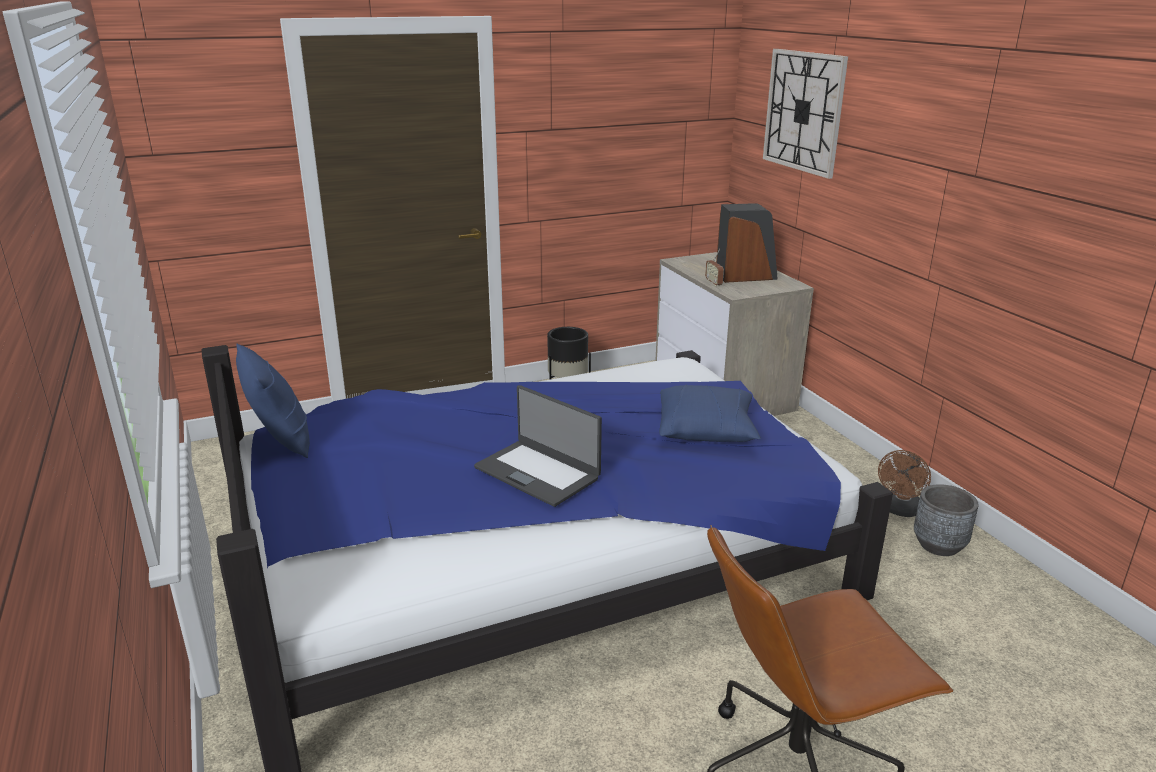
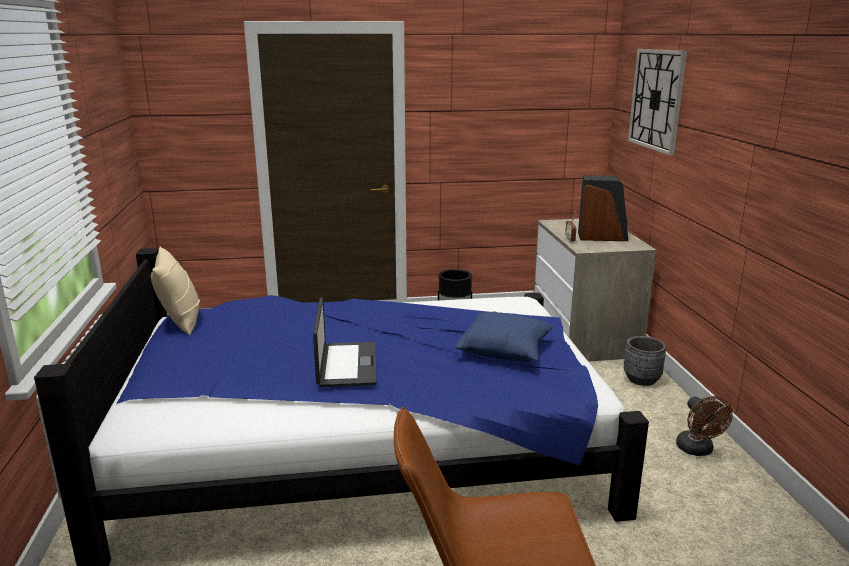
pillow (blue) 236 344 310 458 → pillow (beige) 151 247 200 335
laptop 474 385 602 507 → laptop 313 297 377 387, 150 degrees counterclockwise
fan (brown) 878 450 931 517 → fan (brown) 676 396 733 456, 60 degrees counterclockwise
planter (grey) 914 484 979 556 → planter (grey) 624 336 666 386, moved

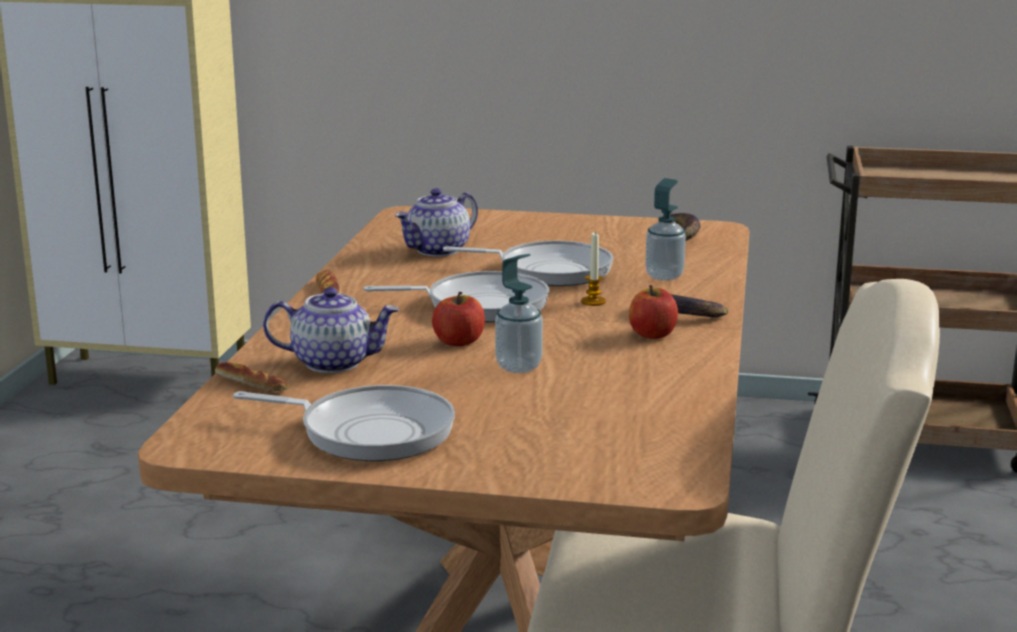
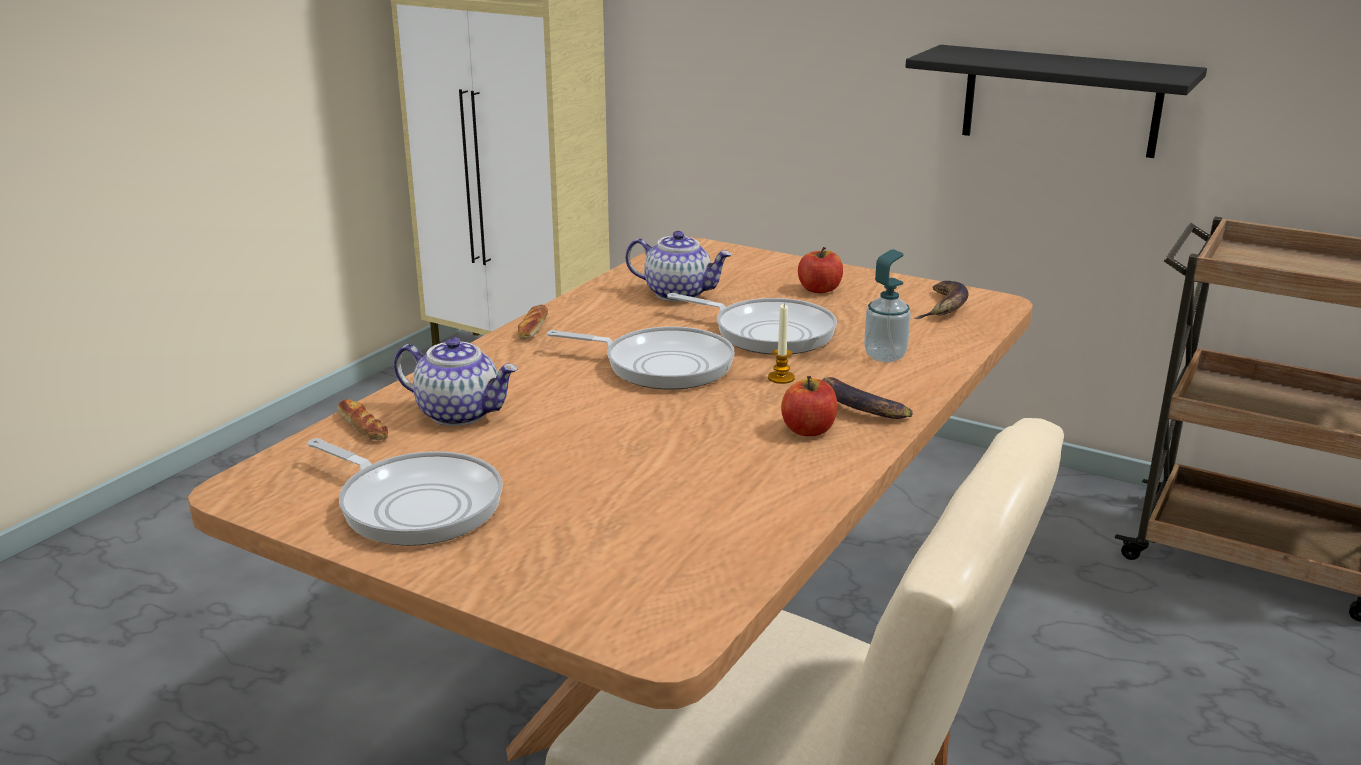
teapot 395 188 478 257 → teapot 625 231 732 302, 135 degrees counterclockwise
apple 432 292 485 346 → apple 798 247 843 293, moved
soap dispenser 495 254 543 373 → -
- → shelf (black) 905 45 1207 158

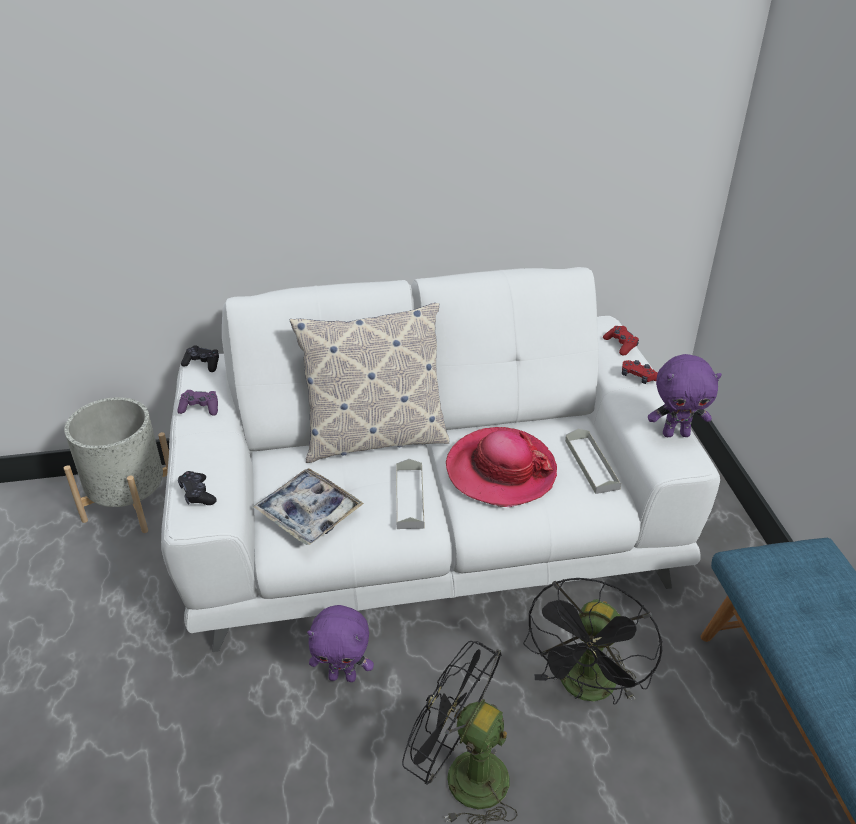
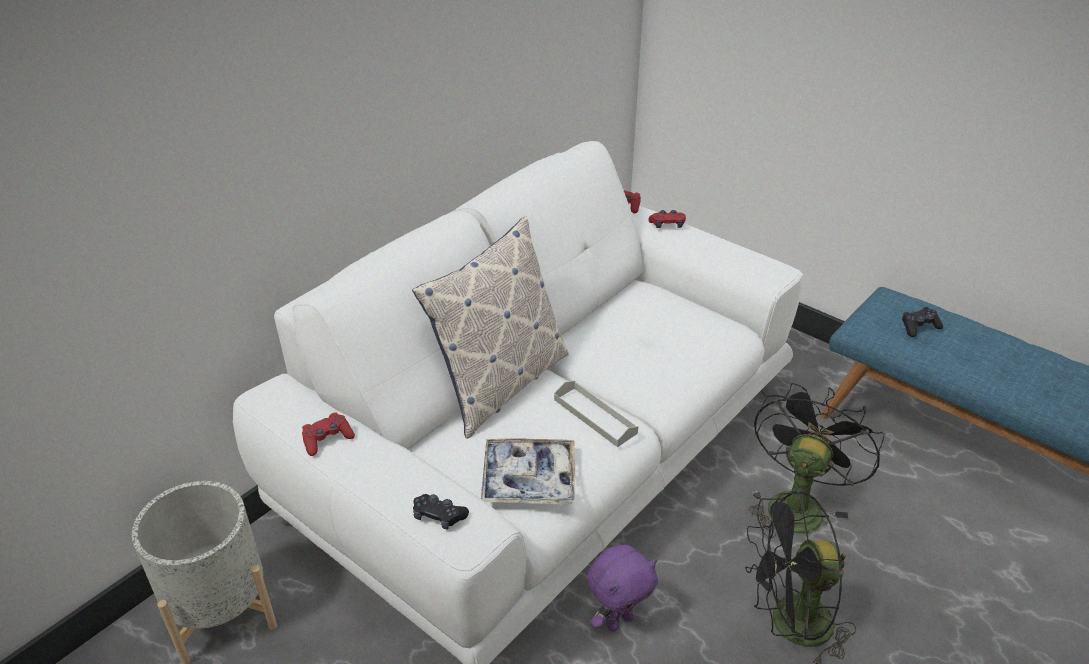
game controller (purple) 177 390 218 416 → game controller (red) 302 413 355 456
game controller (black) 181 345 219 372 → game controller (black) 902 307 943 337, moved
hat 446 427 557 507 → -
fan (black) 523 578 662 704 → fan (black) 749 383 884 538, 135 degrees counterclockwise
tray (grey) 565 428 621 494 → -
plush toy (purple) 648 354 722 437 → -

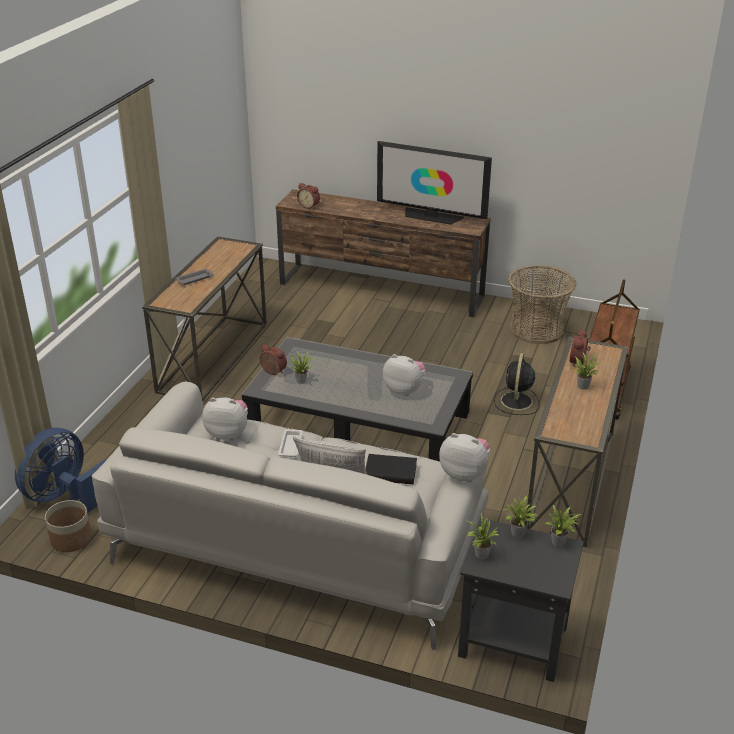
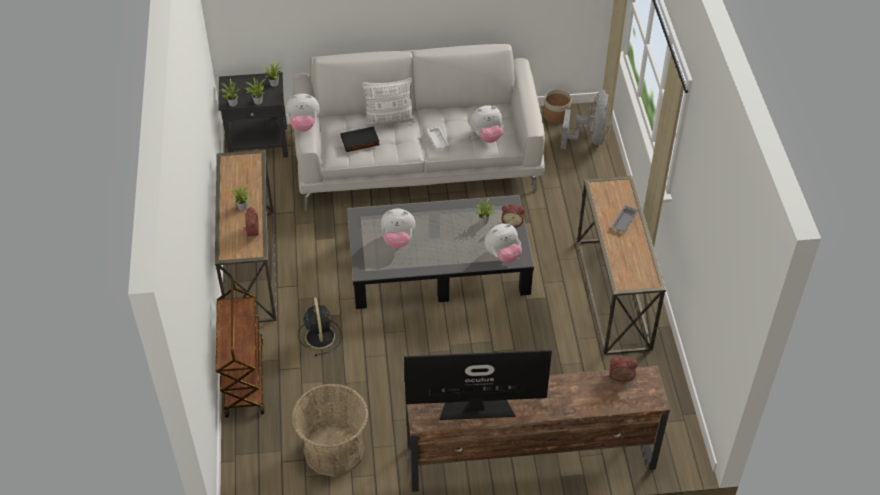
fan (blue) 15 428 106 513 → fan (grey) 561 90 613 149
- → plush toy 484 224 522 263

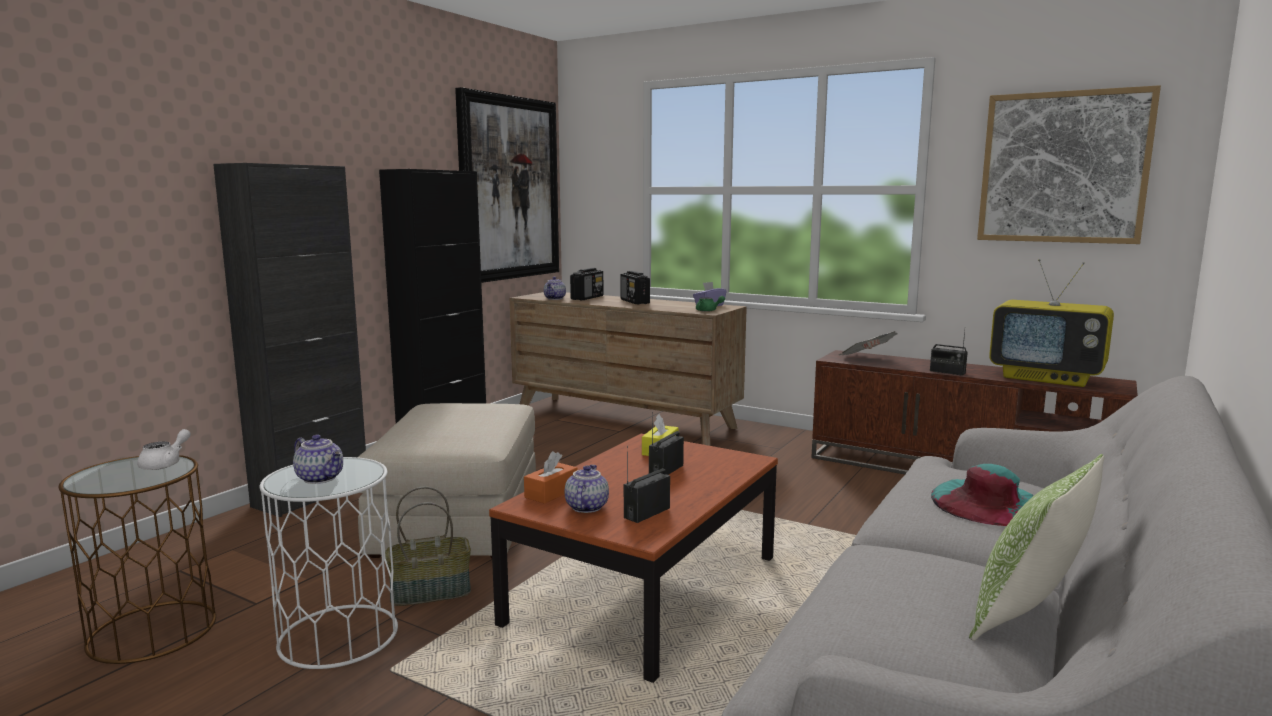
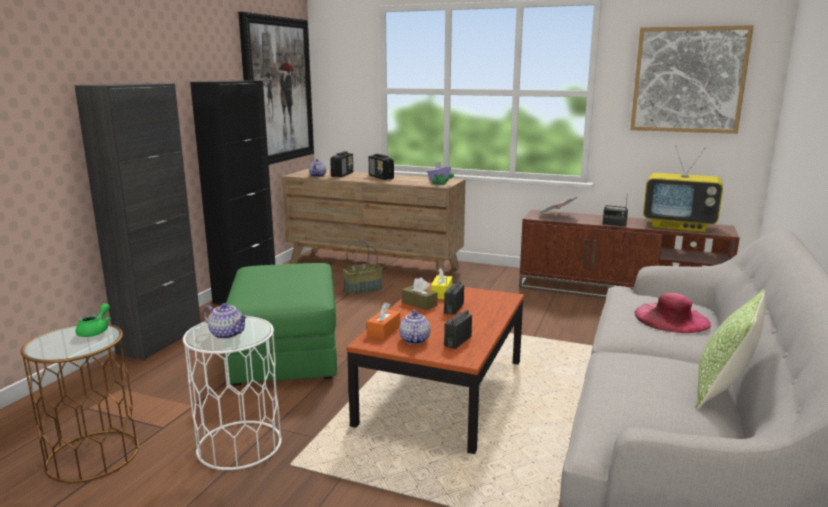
teapot (white) 137 429 191 470 → teapot (green) 75 303 111 337
ottoman (beige) 358 403 536 558 → ottoman (green) 224 263 337 386
basket 385 486 471 606 → basket 343 240 383 295, moved
hat (turquoise) 931 464 1033 526 → hat (pink) 634 293 711 333
- → tissue box (brown) 402 277 438 310

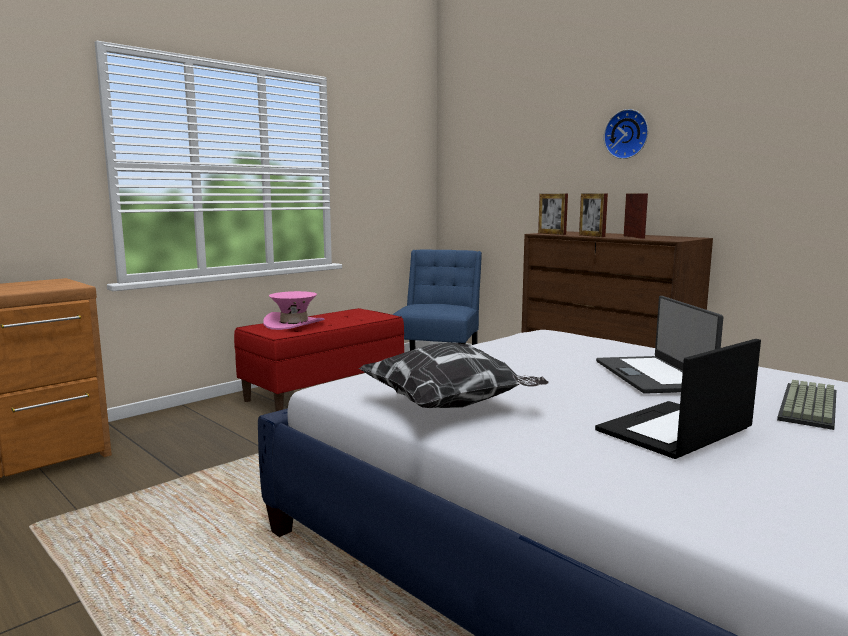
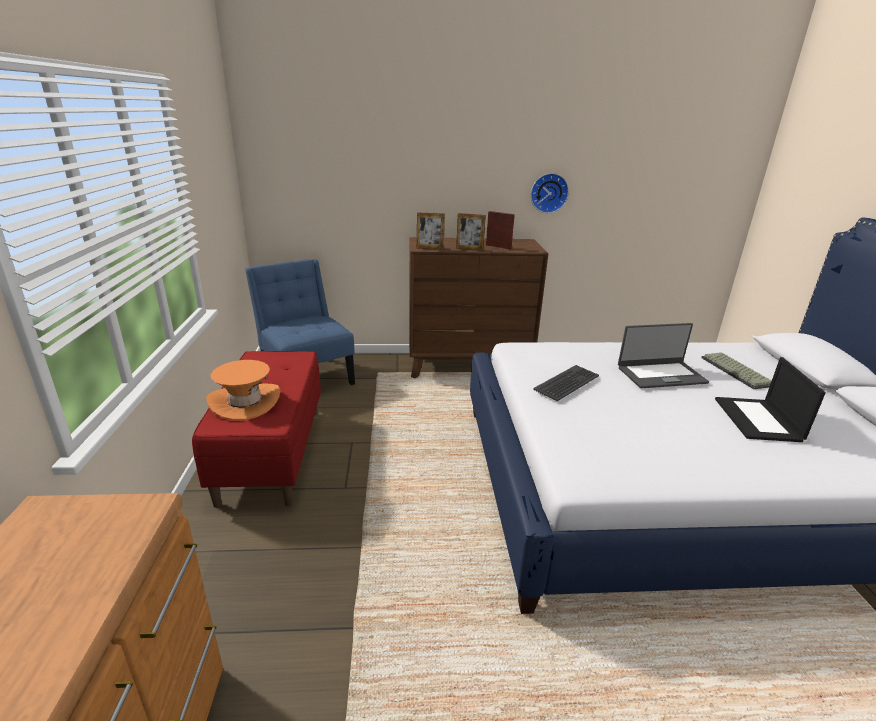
hat (pink) 263 291 325 330 → hat (orange) 206 360 280 421
pillow 358 342 549 408 → -
laptop 596 296 723 394 → laptop 618 323 709 388, 45 degrees counterclockwise
wall clock 604 109 648 159 → wall clock 531 173 569 213, moved
- → keyboard 533 365 599 401

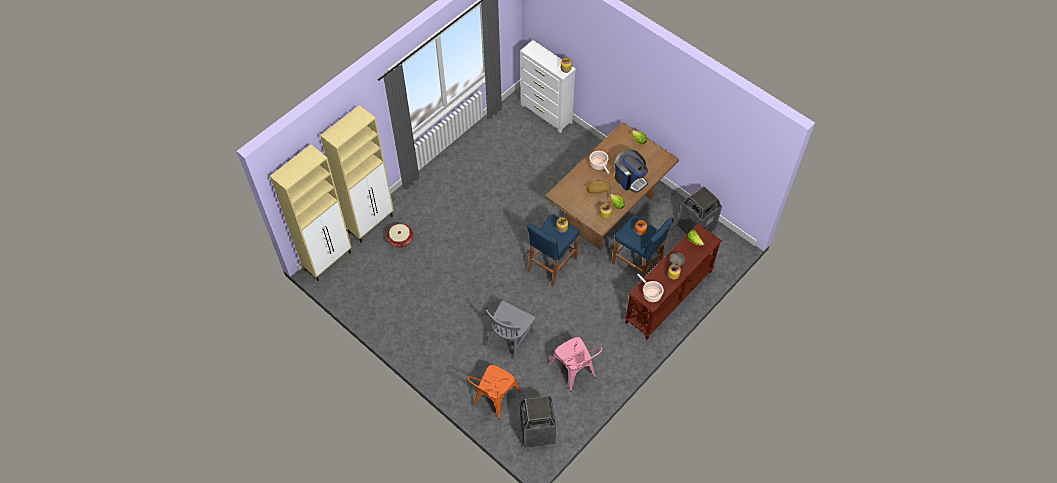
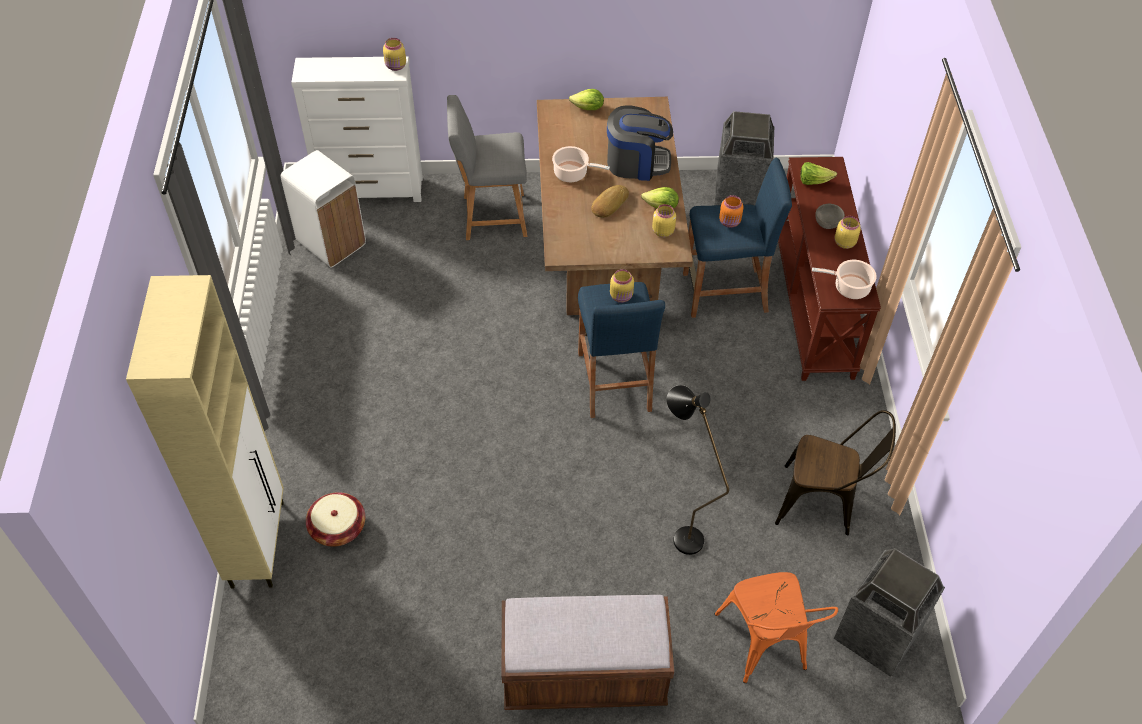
cabinet (beige) 270 145 352 281 → -
chair (grey) 485 301 536 362 → floor lamp (black) 666 385 729 555
chair (pink) 548 337 602 391 → chair (brown) 775 410 896 535
- → trash can (white) 281 150 366 267
- → stool (grey) 447 95 527 240
- → bench (brown) 502 595 674 710

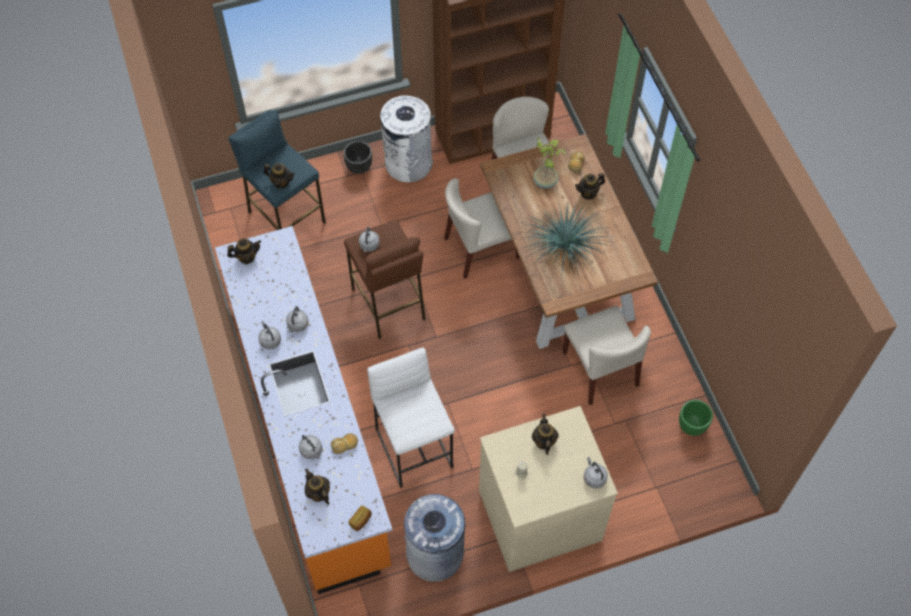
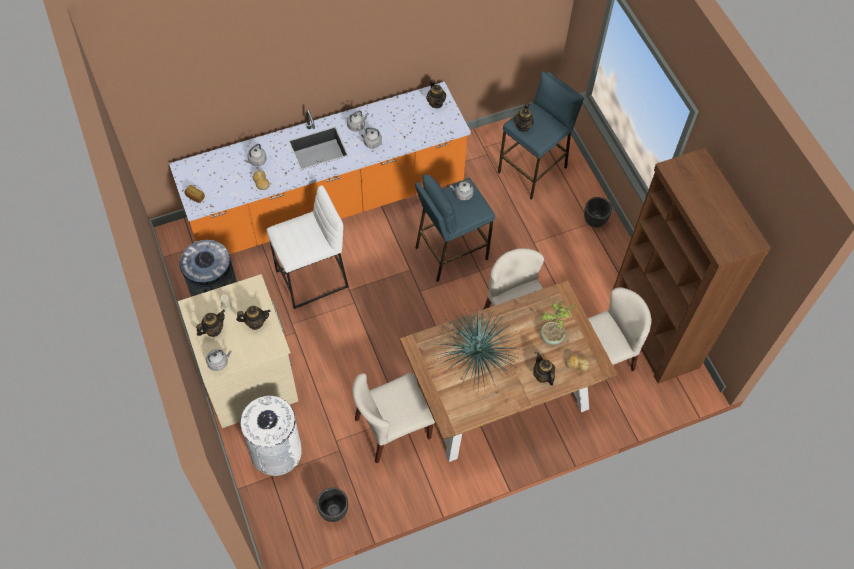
teapot 305 469 330 504 → teapot 196 310 225 337, moved
stool (brown) 344 219 426 339 → stool (blue) 415 174 495 282
trash can (white) 380 96 433 182 → trash can (white) 240 396 302 476, moved
planter (green) 679 400 713 436 → planter (black) 317 487 348 522

